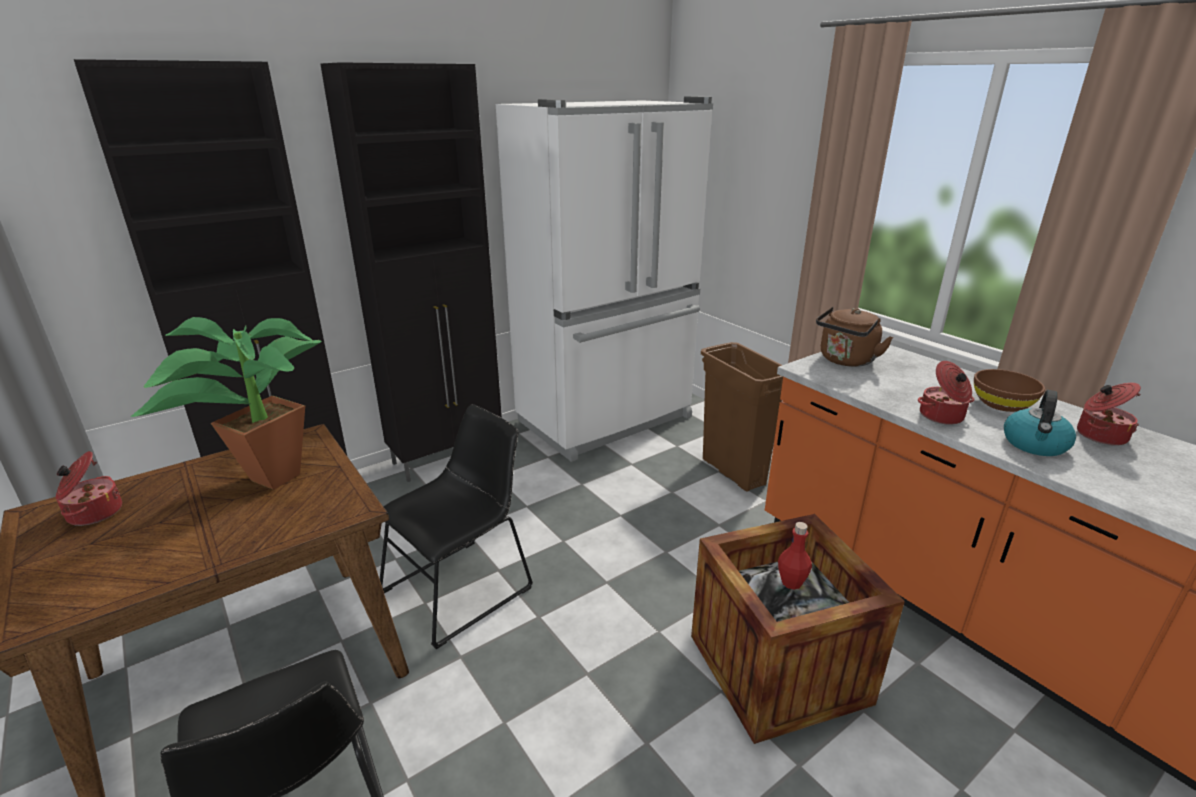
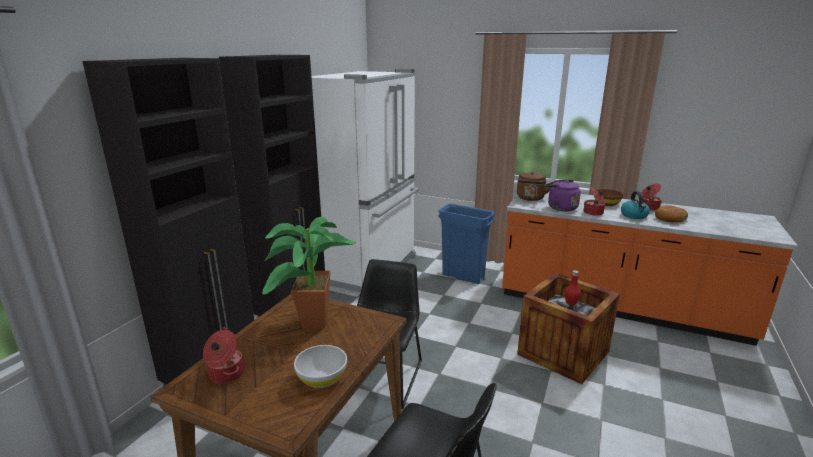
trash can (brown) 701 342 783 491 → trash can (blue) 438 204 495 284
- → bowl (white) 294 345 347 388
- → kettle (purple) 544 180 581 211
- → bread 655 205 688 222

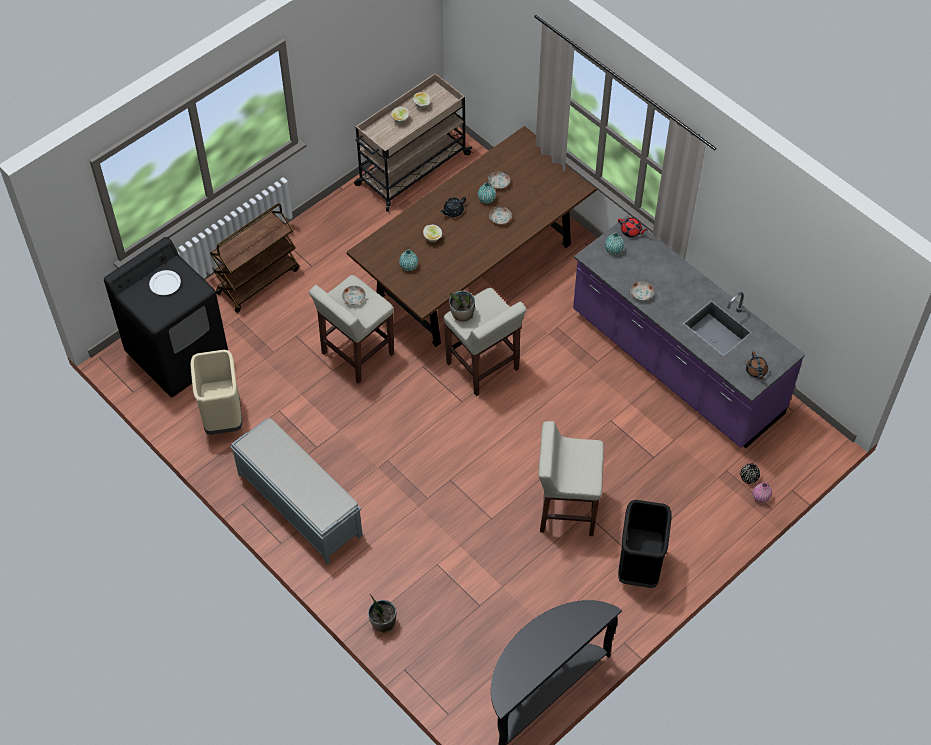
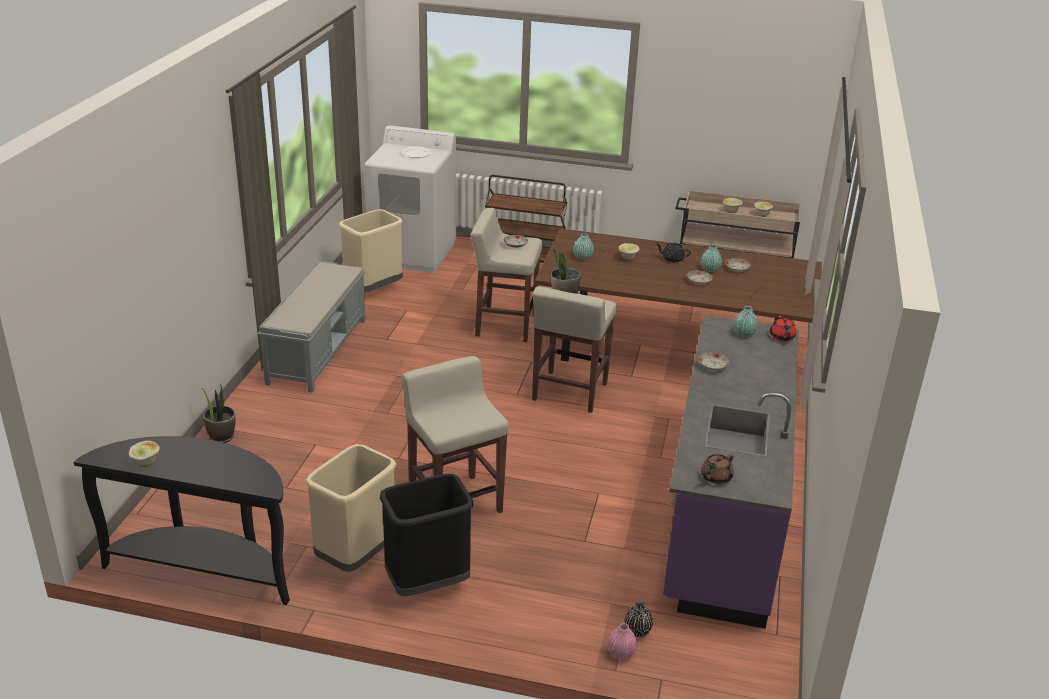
washing machine (black) 104 237 228 397 → washing machine (white) 364 125 456 273
- → bowl 129 441 160 467
- → trash can (beige) 305 444 396 572

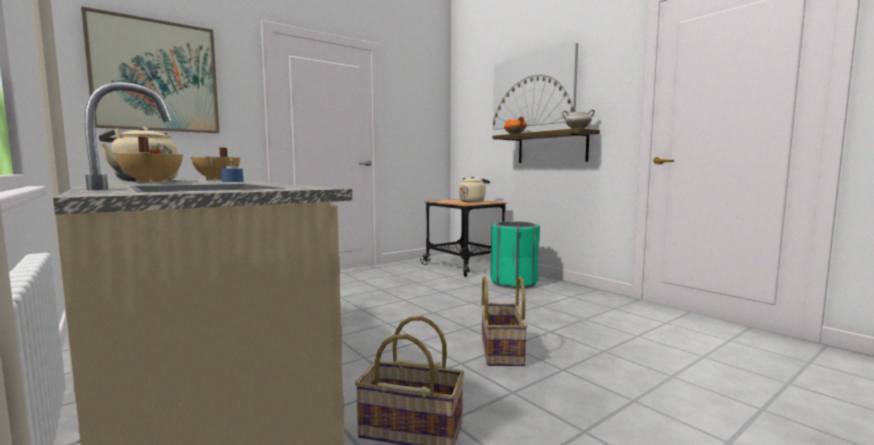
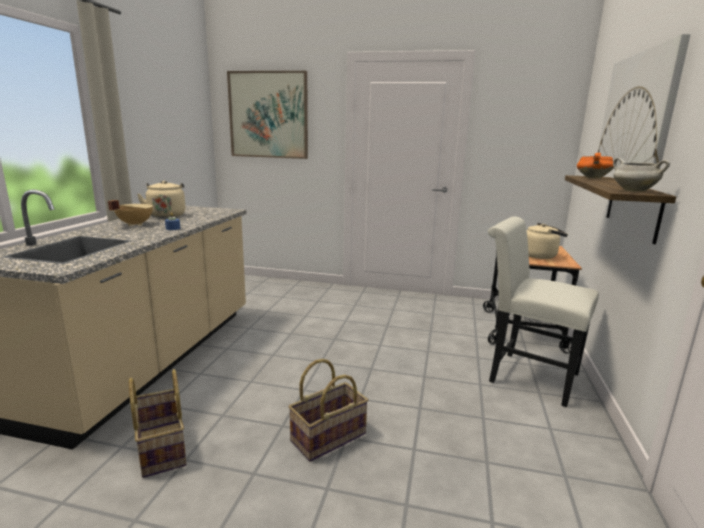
cooking pot (beige) 191 147 240 180 → -
trash can (green) 491 221 540 289 → chair (white) 488 217 599 407

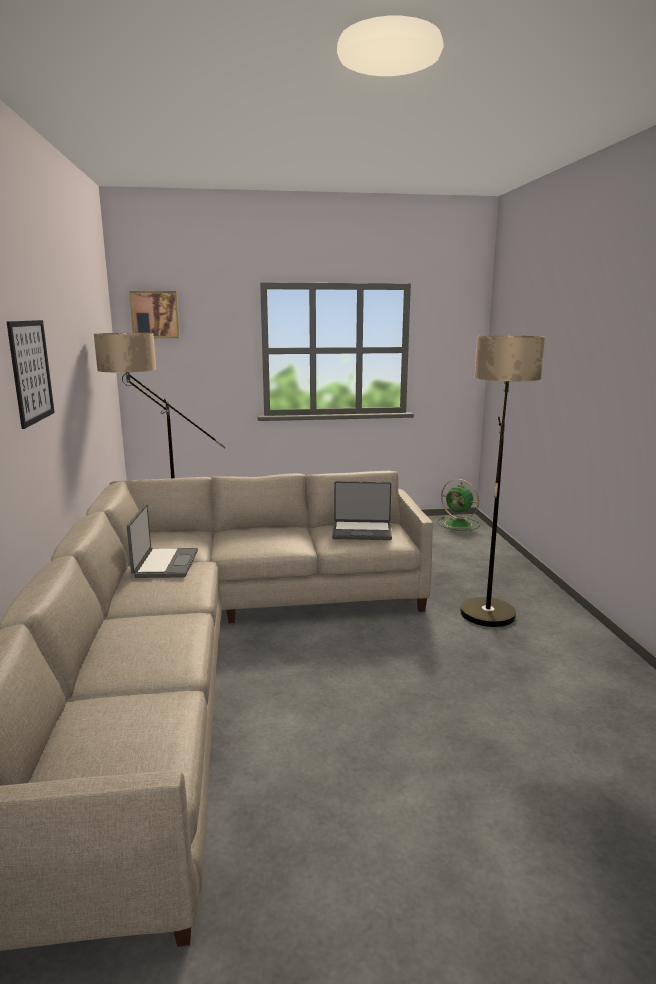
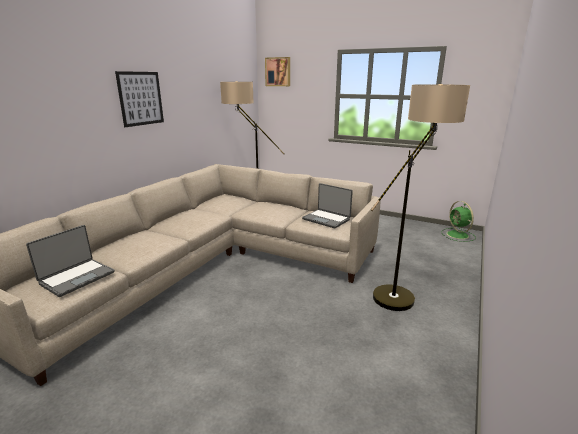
laptop 127 504 198 578 → laptop 26 225 114 297, moved

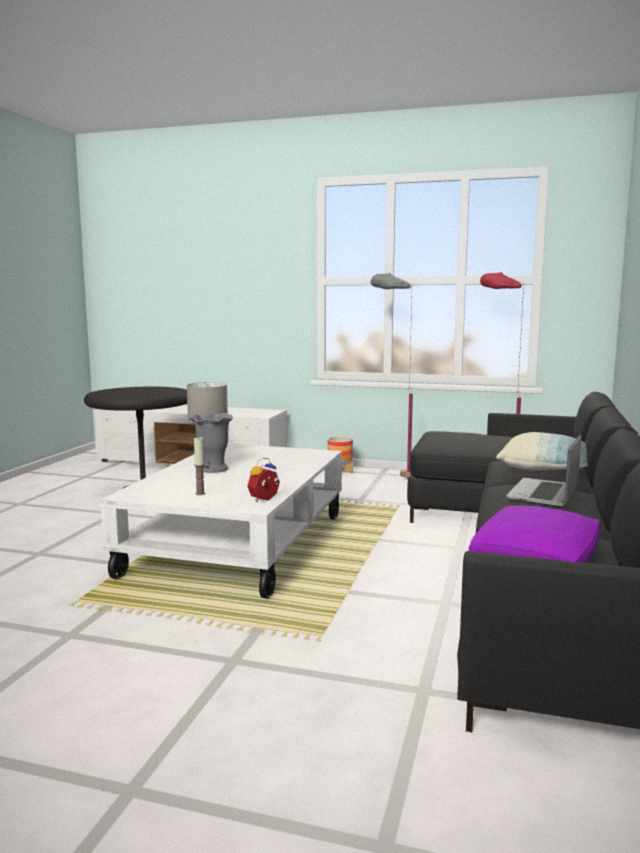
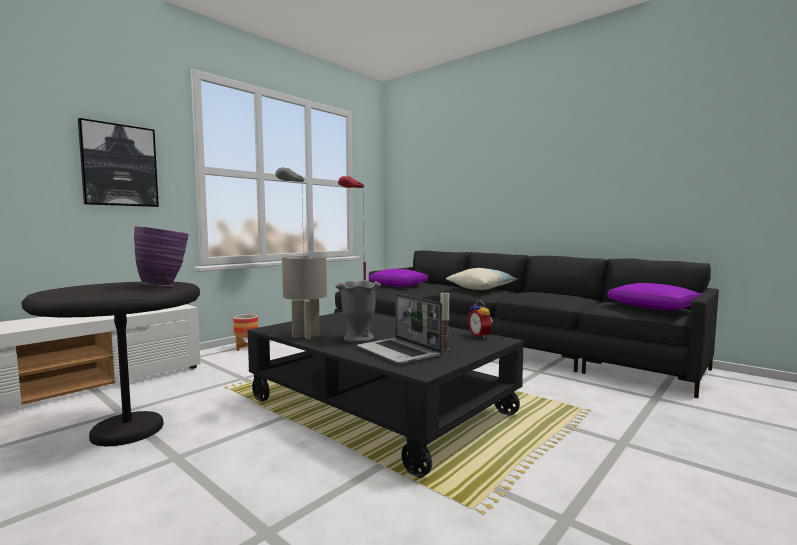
coffee table (white) 100 444 342 599 → coffee table (black) 247 312 524 478
laptop 506 435 581 508 → laptop 357 293 442 364, moved
- → picture 78 118 159 207
- → vase (purple) 134 226 189 286
- → pillow (purple) 369 269 428 287

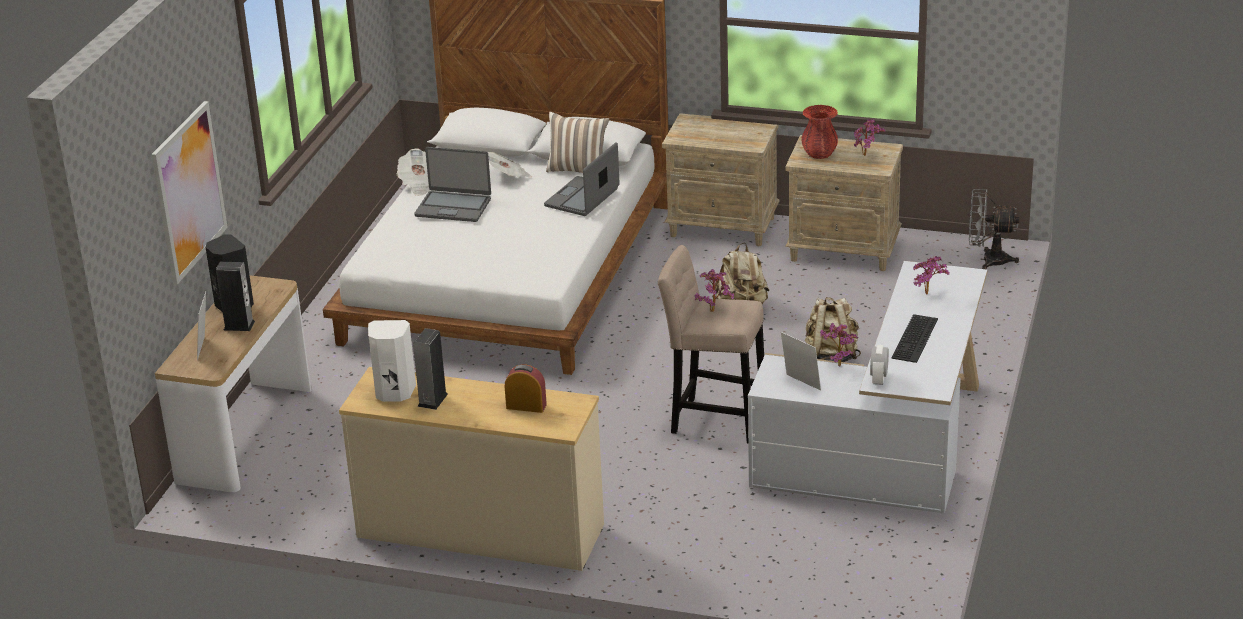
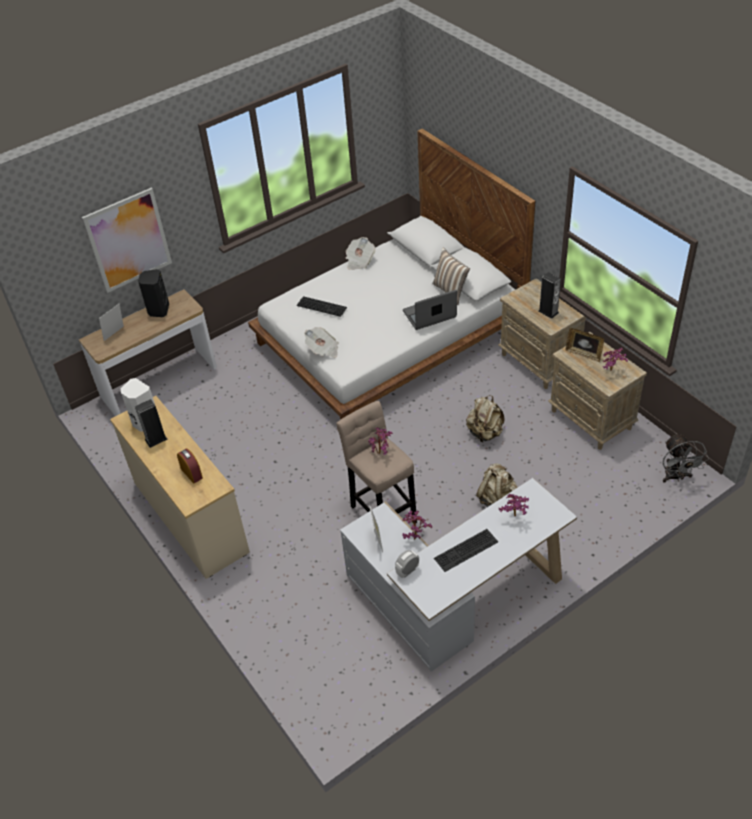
speaker 216 262 255 331 → speaker 538 273 561 319, moved
laptop 414 147 491 222 → -
newspaper 488 152 533 178 → newspaper 304 327 339 358, moved
vase (red) 802 105 838 159 → picture frame 566 328 604 362
fan (grey) 969 189 1020 270 → fan (grey) 663 433 709 483, 150 degrees counterclockwise
- → keyboard 297 296 347 317

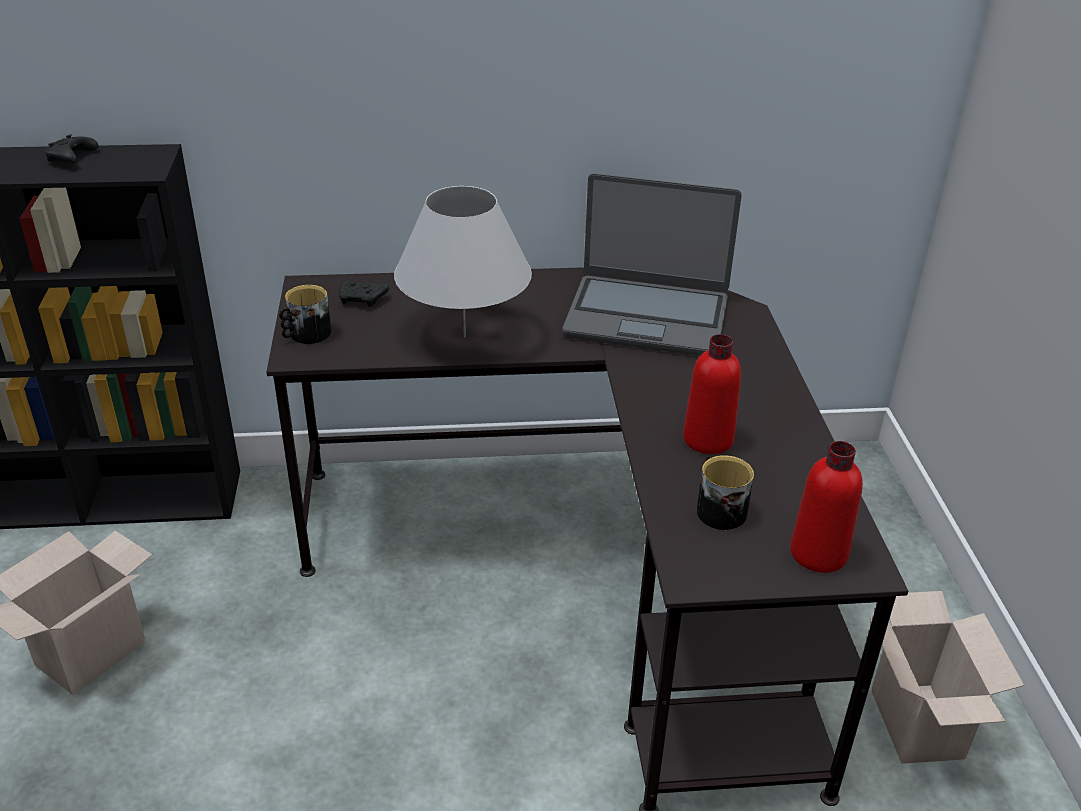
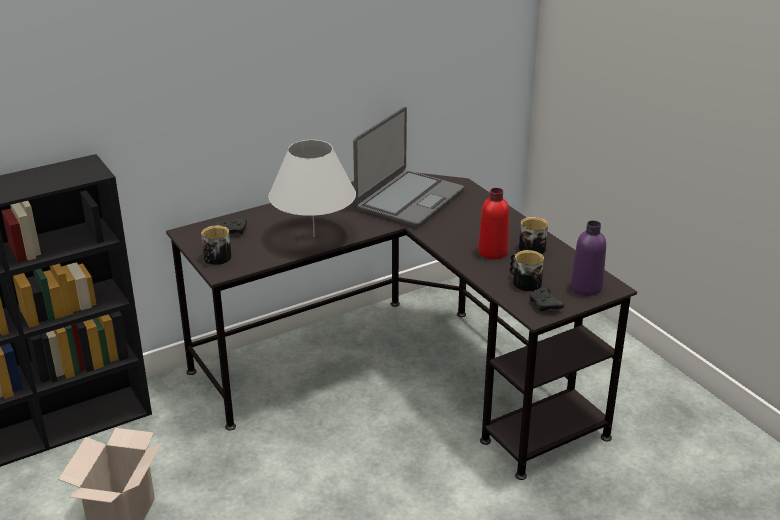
game controller (black) 44 134 98 164 → game controller (black) 529 287 564 311, moved
laptop 562 173 742 356 → laptop 353 107 464 228, 45 degrees counterclockwise
bottle (red) 790 441 863 573 → bottle (purple) 571 221 606 296
cardboard box 869 591 1024 764 → -
- → mug 519 217 548 254

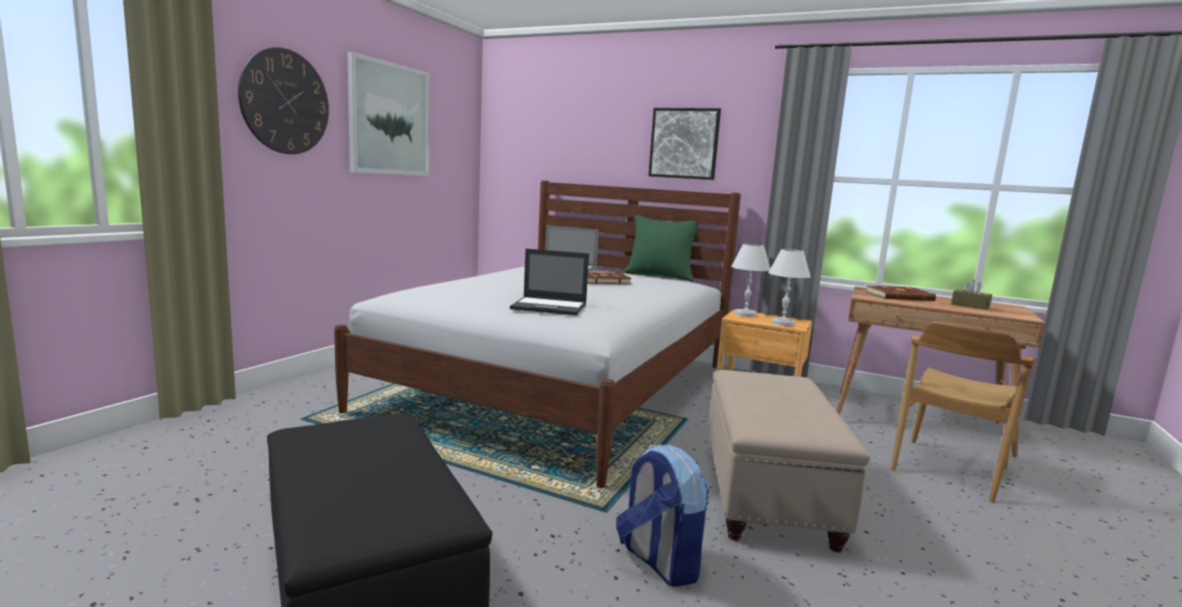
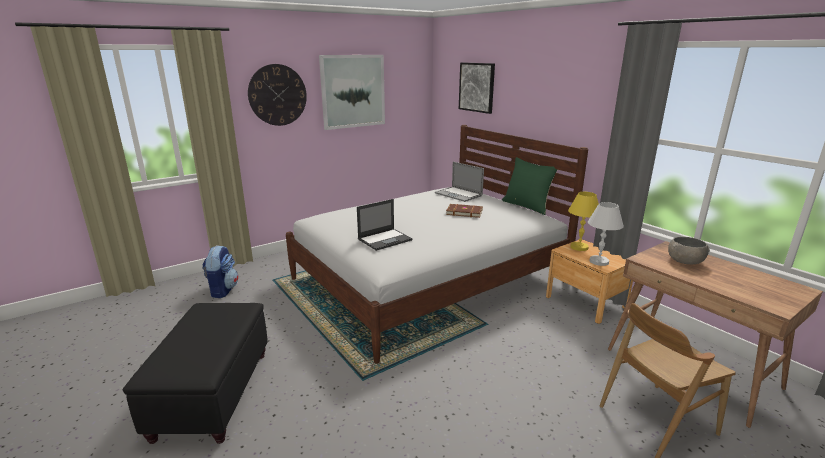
laptop 510 249 589 315 → laptop 357 199 412 251, 75 degrees counterclockwise
backpack 616 444 710 587 → backpack 202 245 239 298, moved
picture 648 108 721 180 → picture 459 62 495 114, moved
ottoman (beige) 708 370 870 552 → -
table lamp (white) 731 244 770 317 → table lamp (yellow) 568 192 599 251
book (brown) 867 286 936 301 → bowl (grey) 668 237 710 264
tissue box (brown) 951 280 992 310 → -

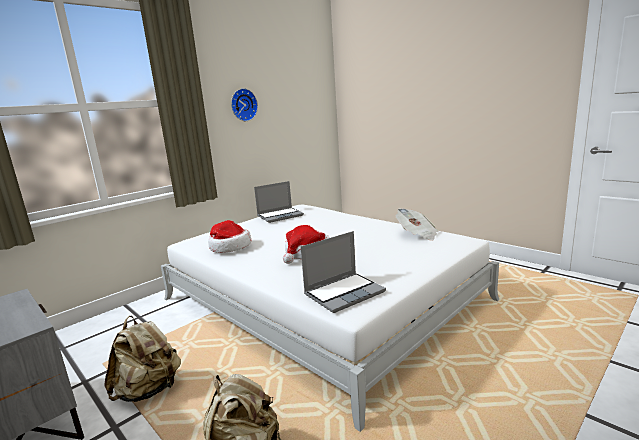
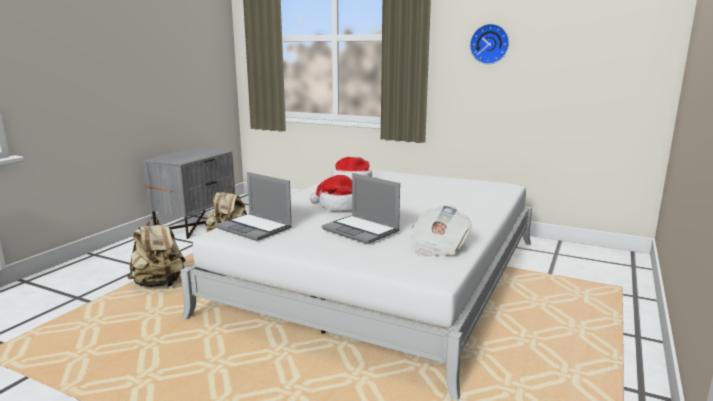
laptop 254 181 304 223 → laptop 322 173 400 244, moved

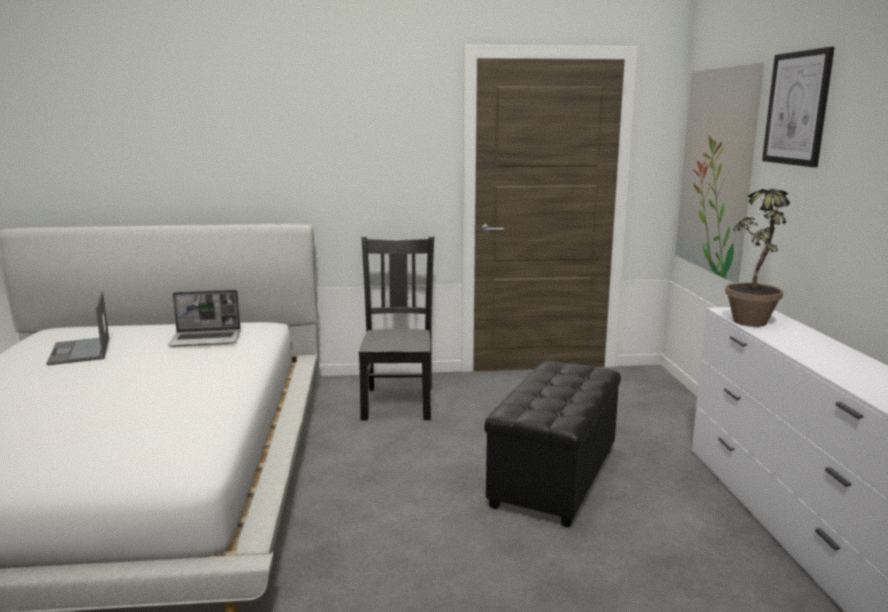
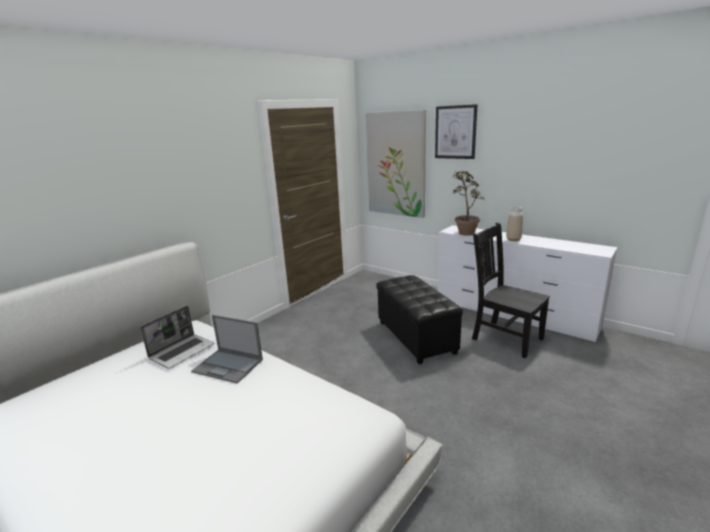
laptop 46 291 109 365 → laptop 191 315 263 384, moved
chair (black) 359 236 434 420 → chair (black) 472 222 550 358, moved
- → vase 506 207 523 241

